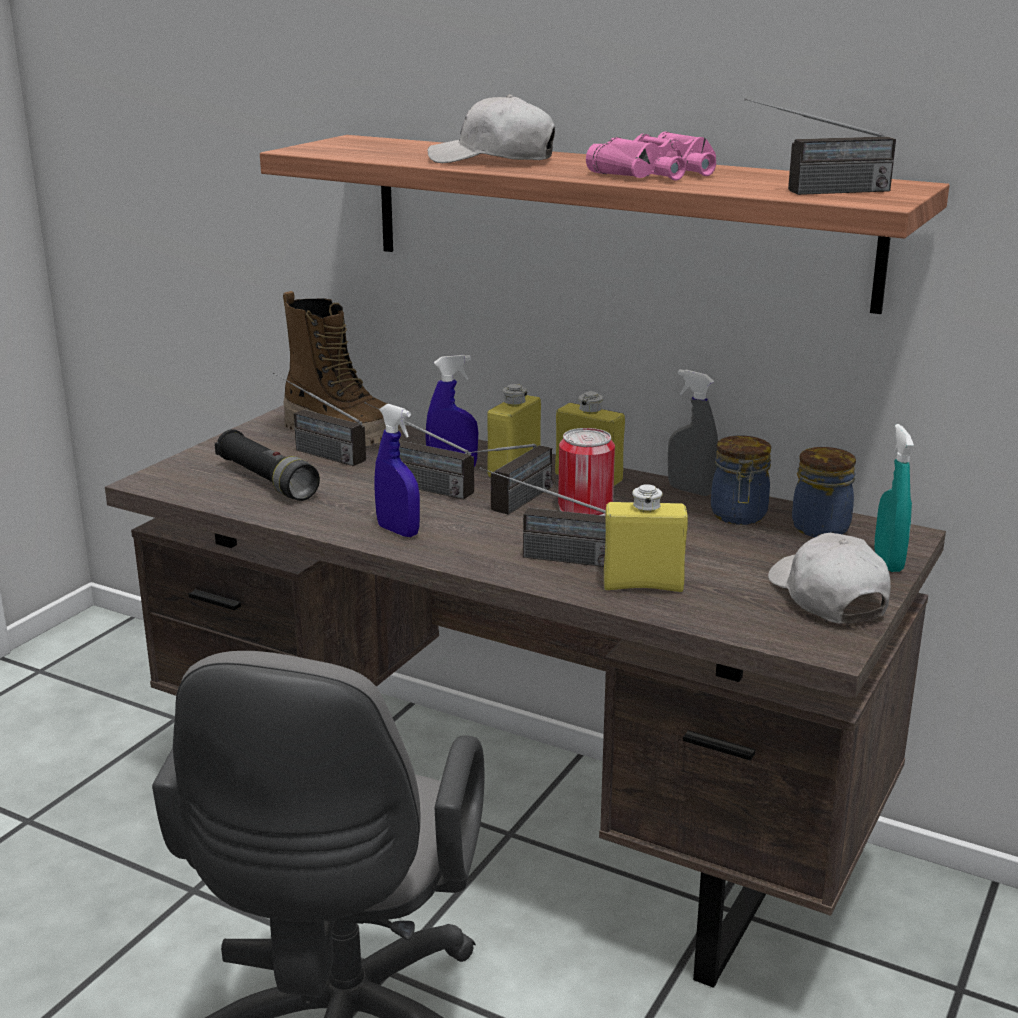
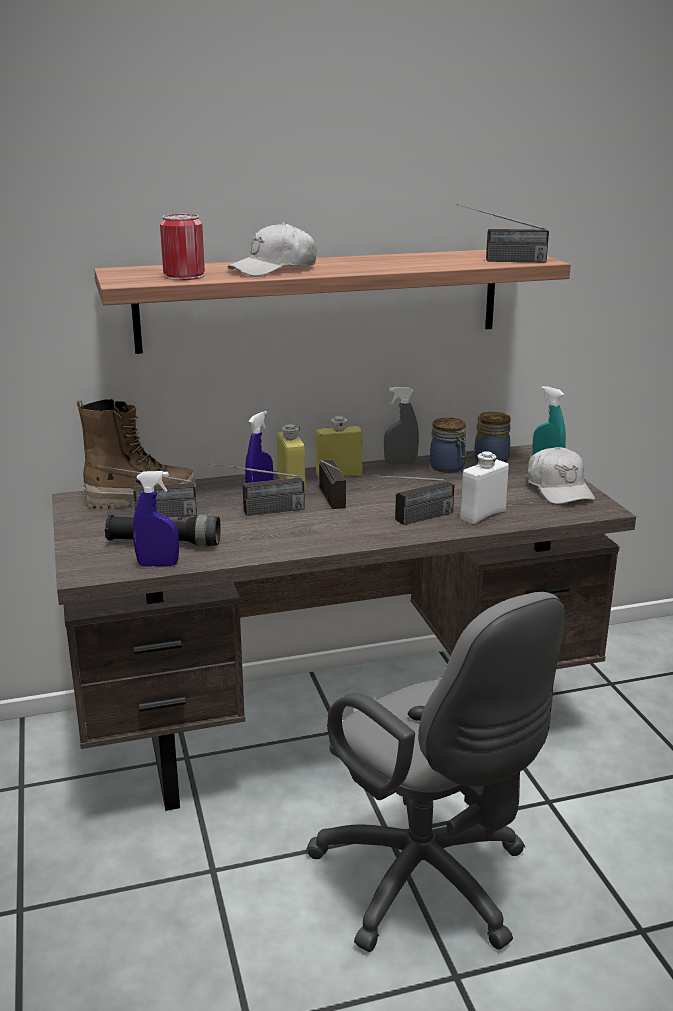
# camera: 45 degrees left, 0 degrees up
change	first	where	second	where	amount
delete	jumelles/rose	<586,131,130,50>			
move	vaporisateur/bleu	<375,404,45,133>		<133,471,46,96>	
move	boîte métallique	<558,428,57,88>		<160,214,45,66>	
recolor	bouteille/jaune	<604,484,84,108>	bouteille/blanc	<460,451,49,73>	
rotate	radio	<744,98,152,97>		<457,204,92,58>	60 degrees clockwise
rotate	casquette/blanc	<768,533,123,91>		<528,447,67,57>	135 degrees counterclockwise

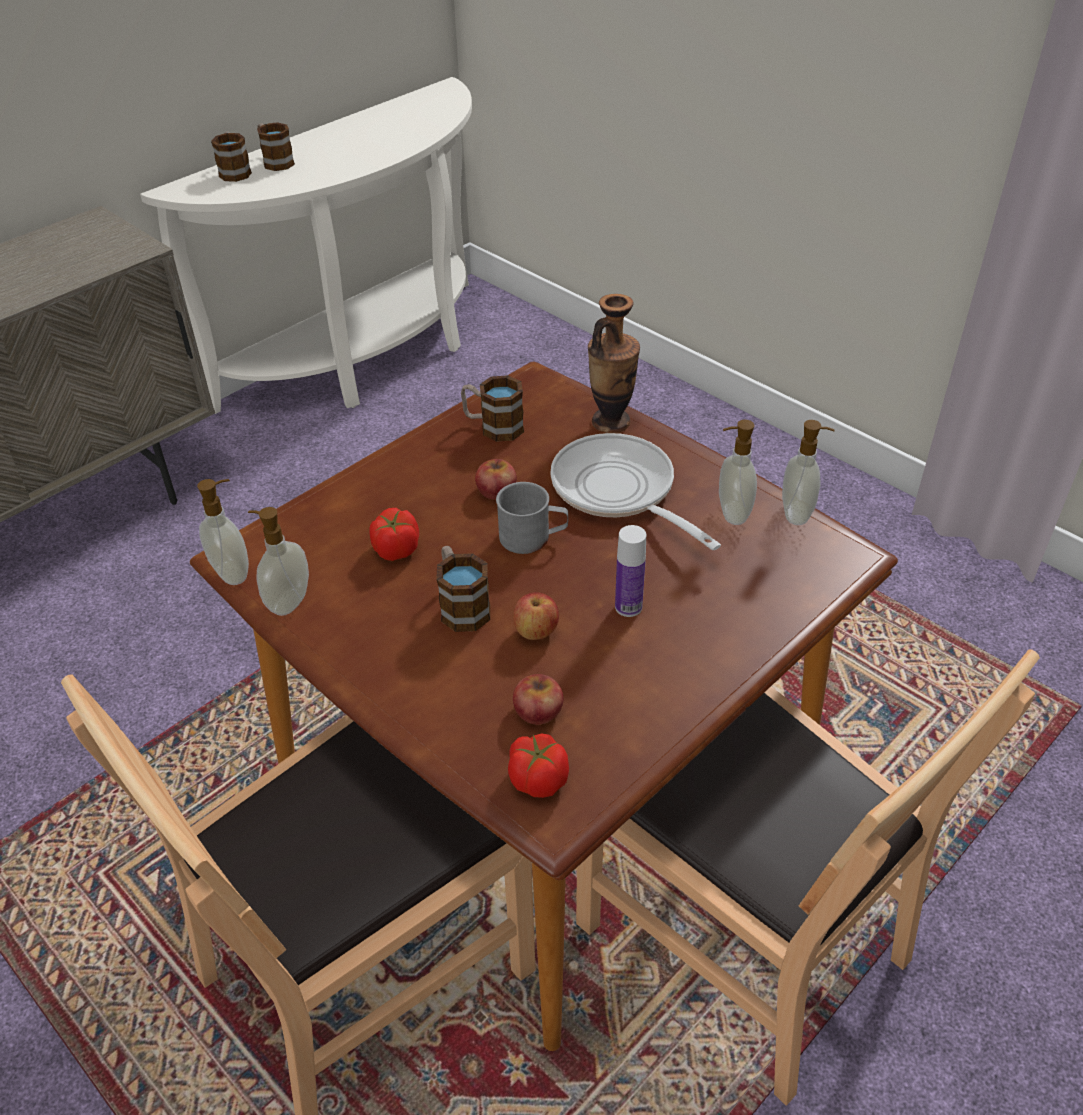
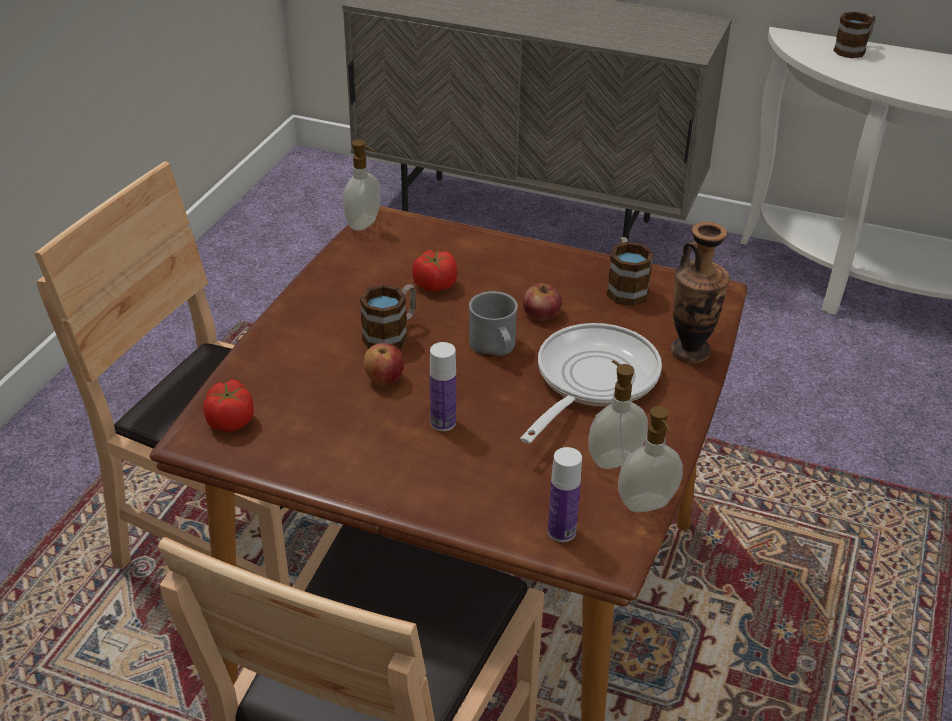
# camera: 65 degrees right, 5 degrees down
change	first	where	second	where	amount
delete	distributeur de savon	<248,507,61,109>			
delete	mug	<257,122,38,49>			
delete	pomme	<513,674,50,51>			
insert			bouteille	<548,447,34,95>	

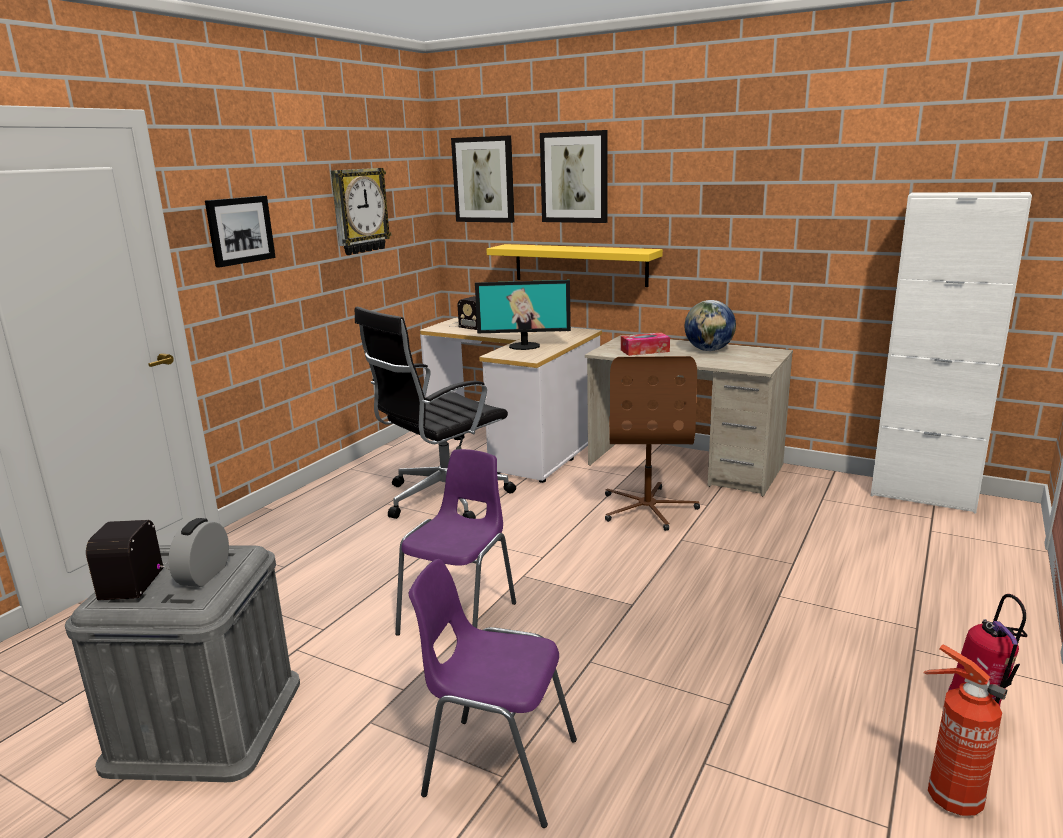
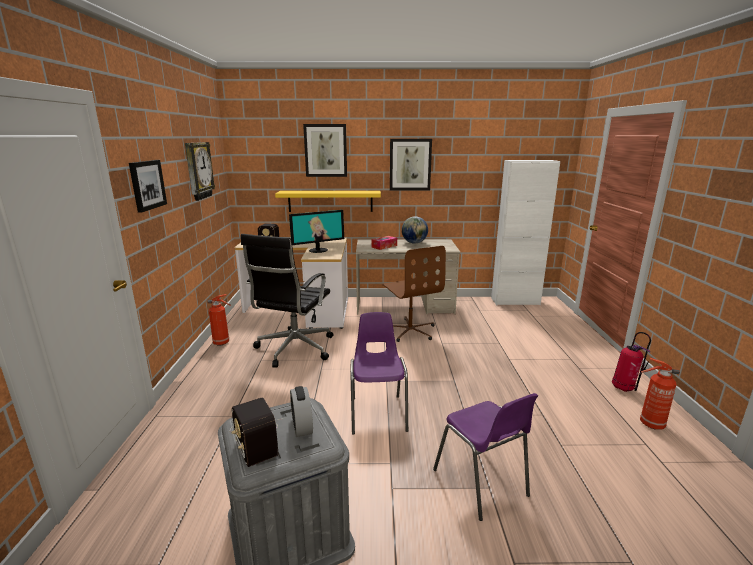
# camera: 30 degrees left, 0 degrees up
change	first	where	second	where	amount
insert			extincteur	<207,294,24,51>	
move	tableau	<451,136,64,87>		<390,139,42,51>	
rotate	chaise/violet	<409,559,168,269>		<433,393,105,128>	105 degrees counterclockwise

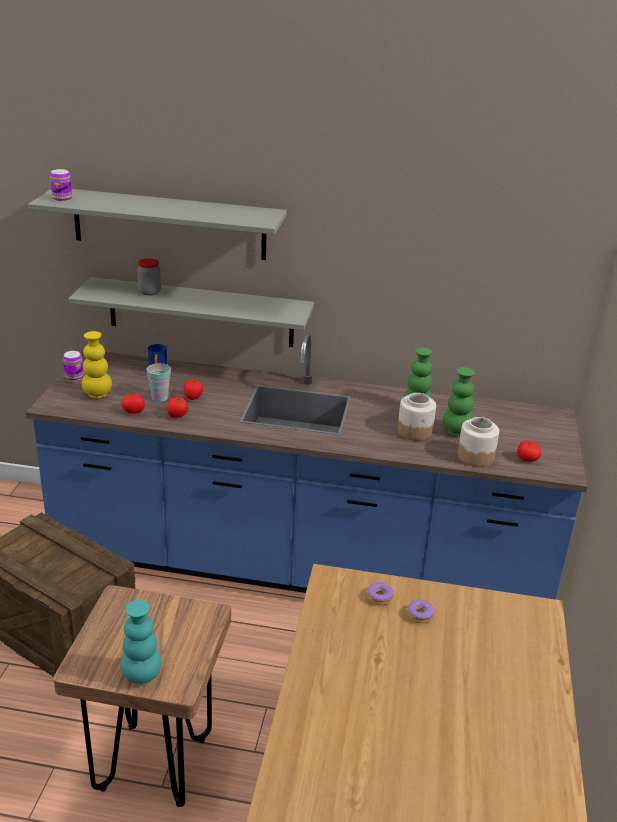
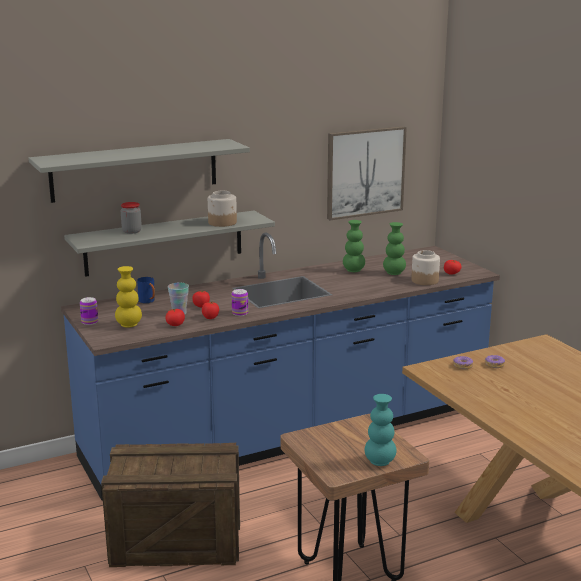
# camera: 35 degrees left, 10 degrees down
change	first	where	second	where	amount
insert			tableau	<327,126,80,95>	
move	boîte métallique	<50,169,22,33>		<232,289,16,27>	
move	bocal	<397,393,39,48>		<208,191,29,36>	

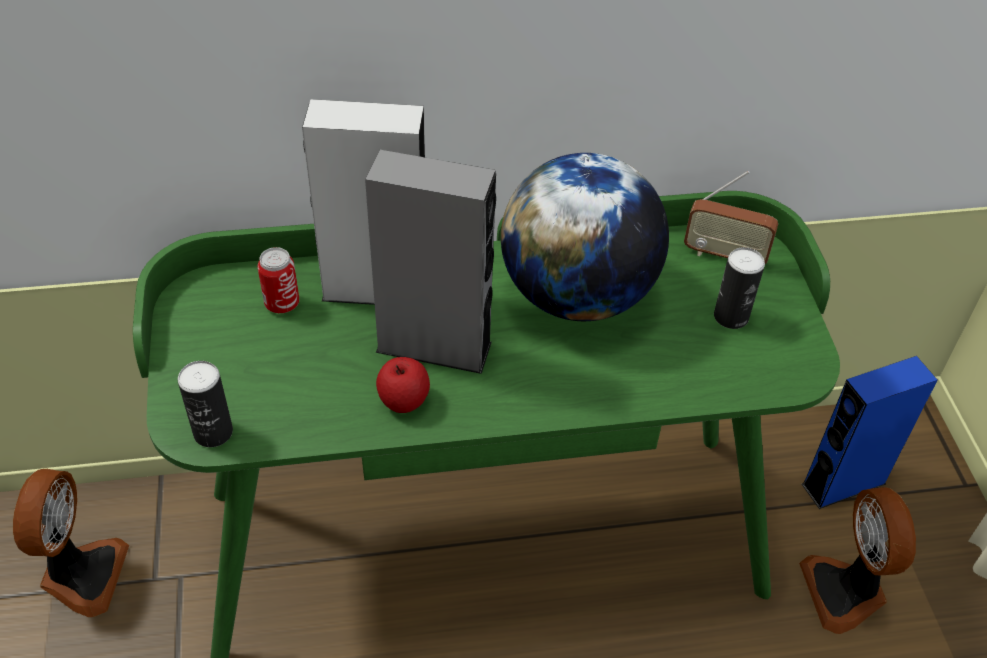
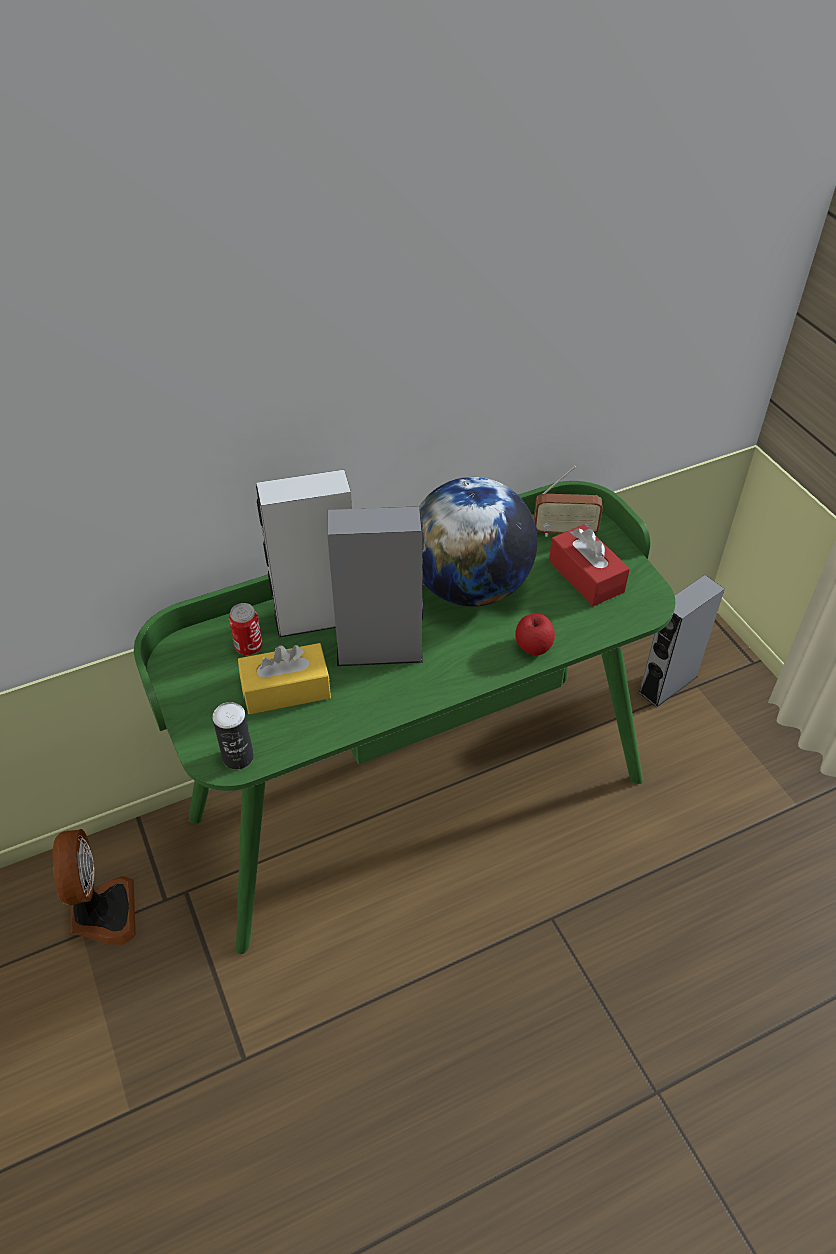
# camera: 15 degrees left, 0 degrees up
change	first	where	second	where	amount
delete	ventilateur	<799,487,117,147>			
insert			boîte à mouchoirs/jaune	<238,643,93,71>	
move	pomme	<376,357,54,56>		<515,614,40,42>	
replace	boîte métallique	<714,247,51,82>	boîte à mouchoirs/rouge	<549,524,81,82>	
recolor	enceinte/bleu	<802,356,135,153>	enceinte/gris	<638,575,87,133>	

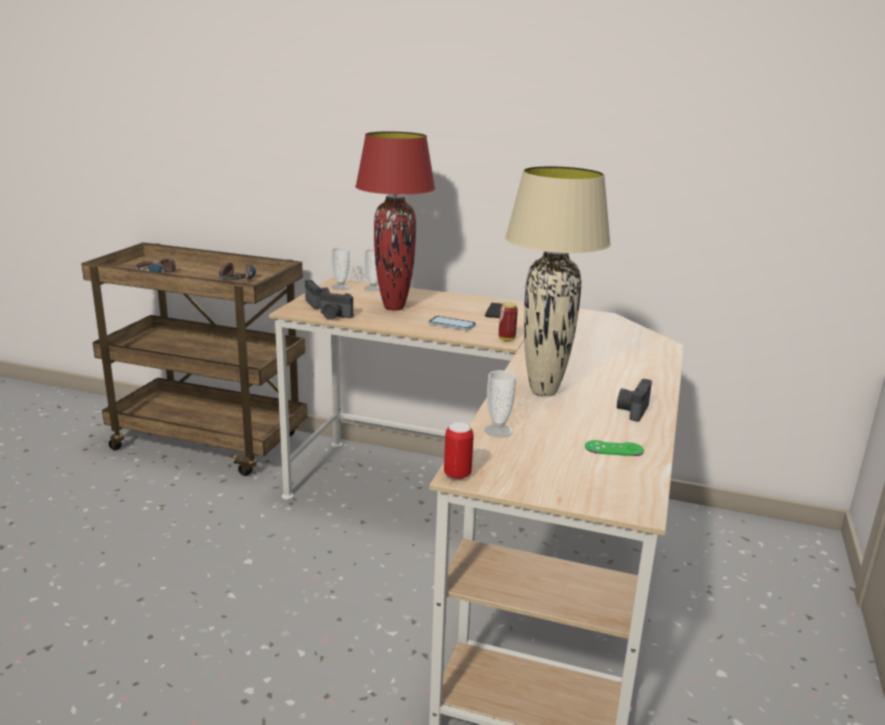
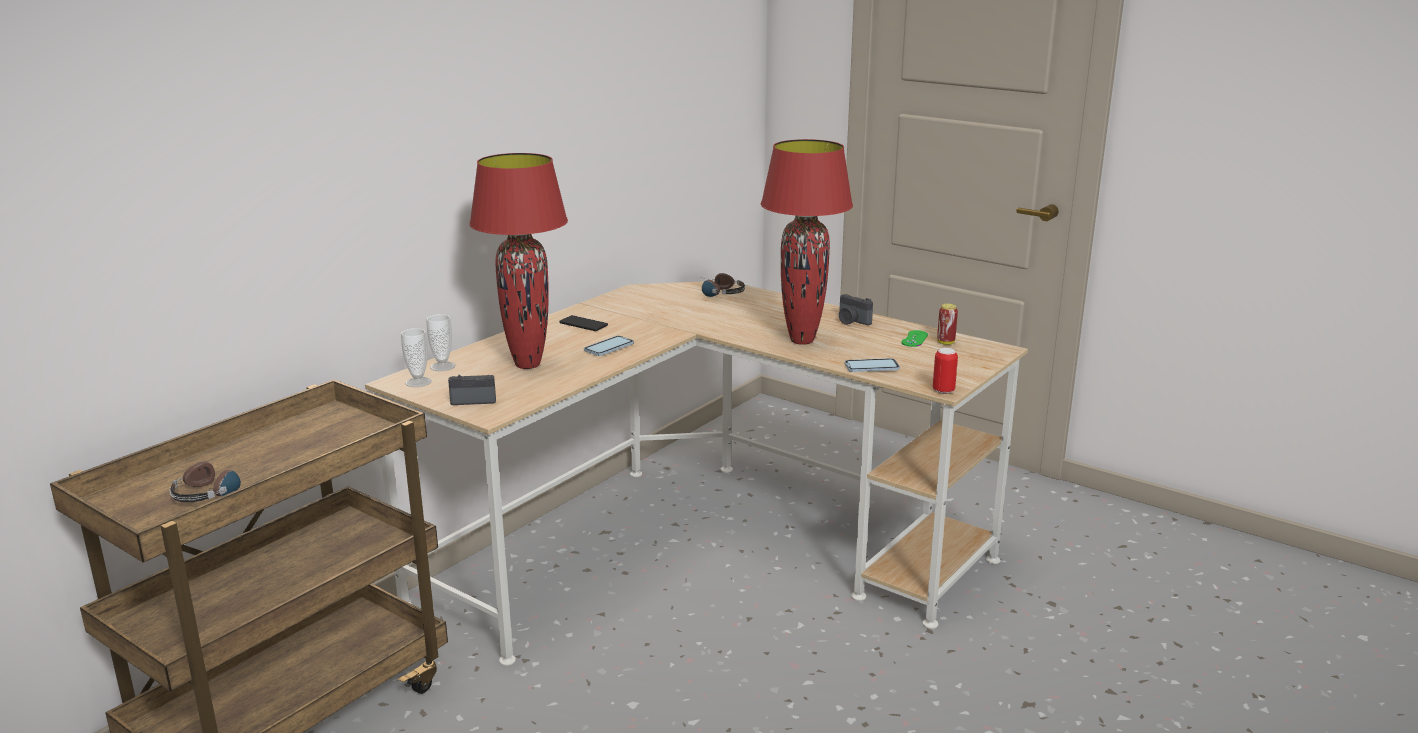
# camera: 70 degrees left, 0 degrees up
change	first	where	second	where	amount
delete	appareil photo	<320,292,33,28>			
move	casque audio	<218,262,38,18>		<698,273,47,24>	
move	boîte métallique	<499,302,19,39>		<937,304,21,41>	
replace	tasse	<484,370,32,68>	téléphone	<845,358,55,14>	
recolor	lampe de table/beige	<505,166,106,231>	lampe de table/rouge	<761,139,92,206>	

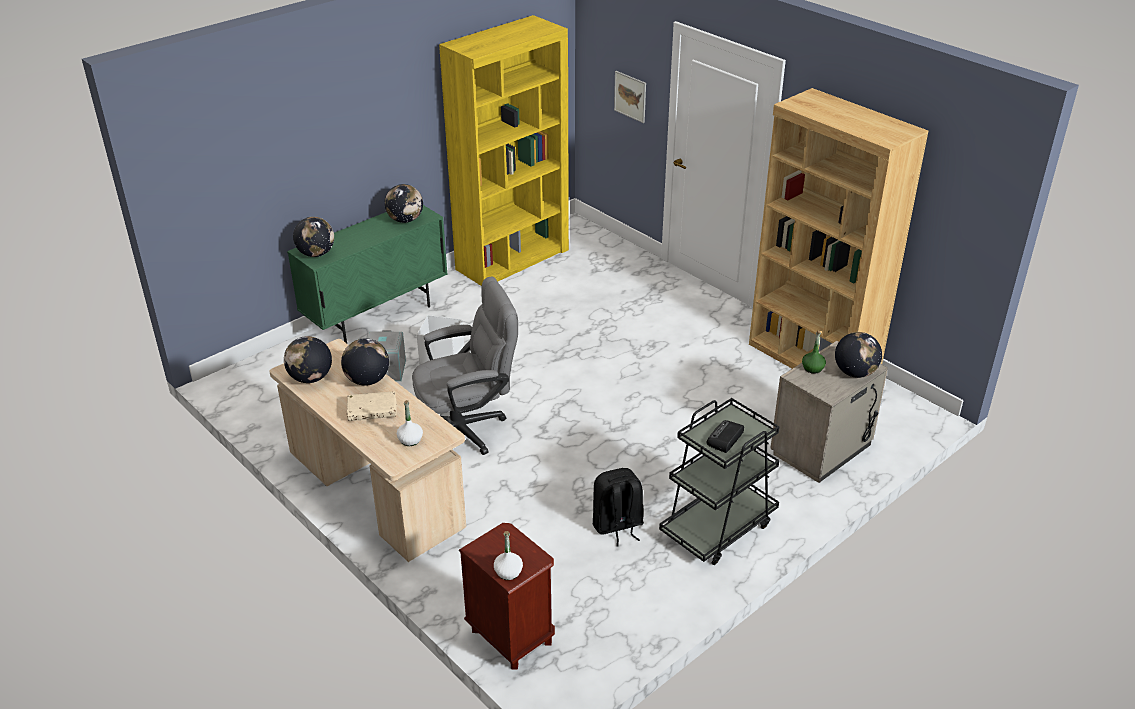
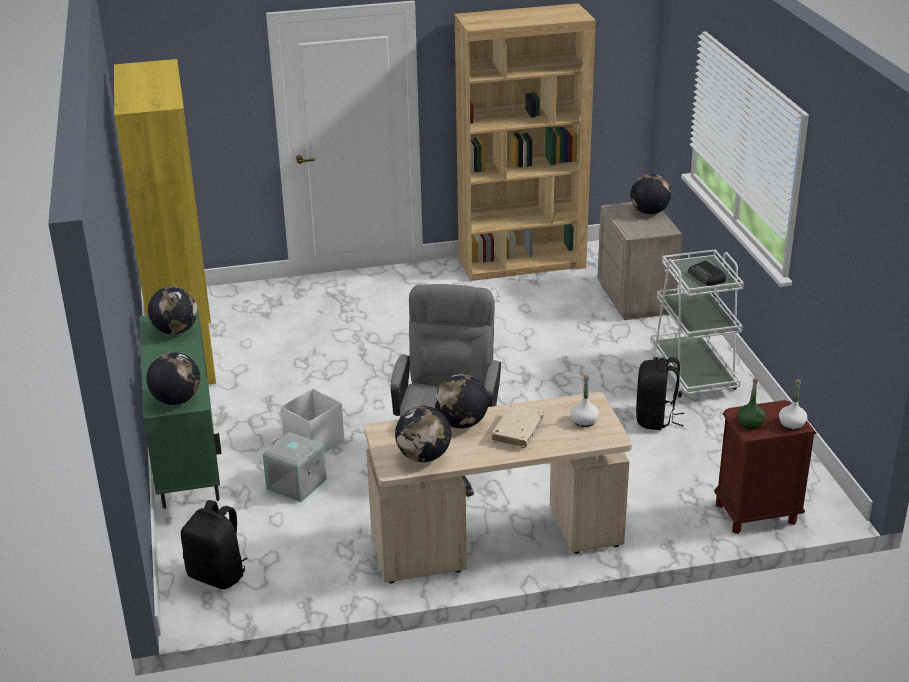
# camera: 60 degrees left, 5 degrees down
change	first	where	second	where	amount
delete	tableau	<614,71,32,52>			
insert			sac à dos/noir	<181,500,67,89>	
move	bouteille/vert	<802,331,24,43>		<737,378,28,51>	
recolor	chariot/noir	<659,398,121,167>	chariot/blanc	<650,250,94,148>	

